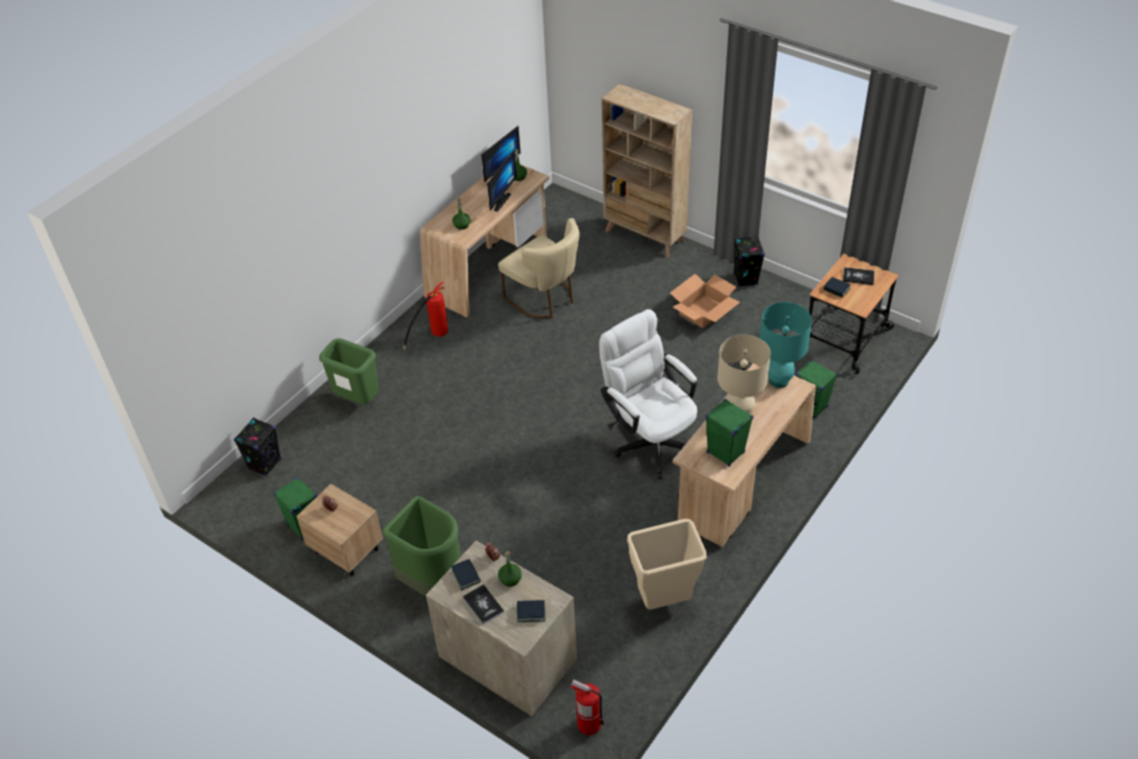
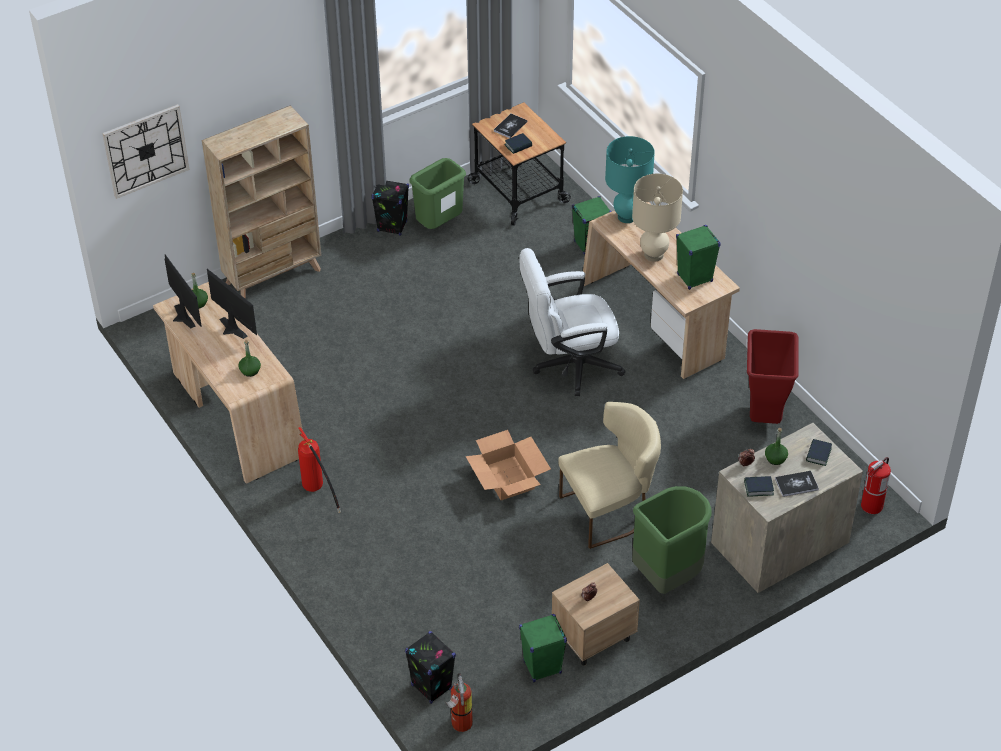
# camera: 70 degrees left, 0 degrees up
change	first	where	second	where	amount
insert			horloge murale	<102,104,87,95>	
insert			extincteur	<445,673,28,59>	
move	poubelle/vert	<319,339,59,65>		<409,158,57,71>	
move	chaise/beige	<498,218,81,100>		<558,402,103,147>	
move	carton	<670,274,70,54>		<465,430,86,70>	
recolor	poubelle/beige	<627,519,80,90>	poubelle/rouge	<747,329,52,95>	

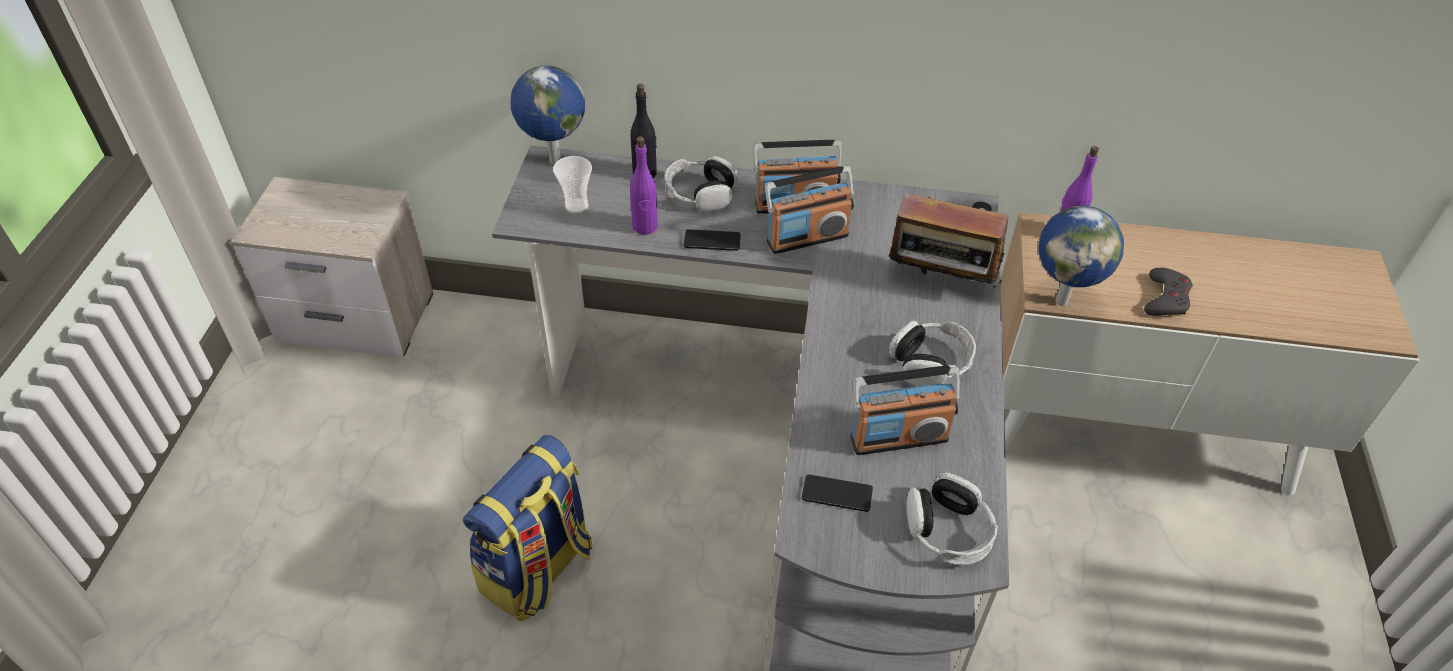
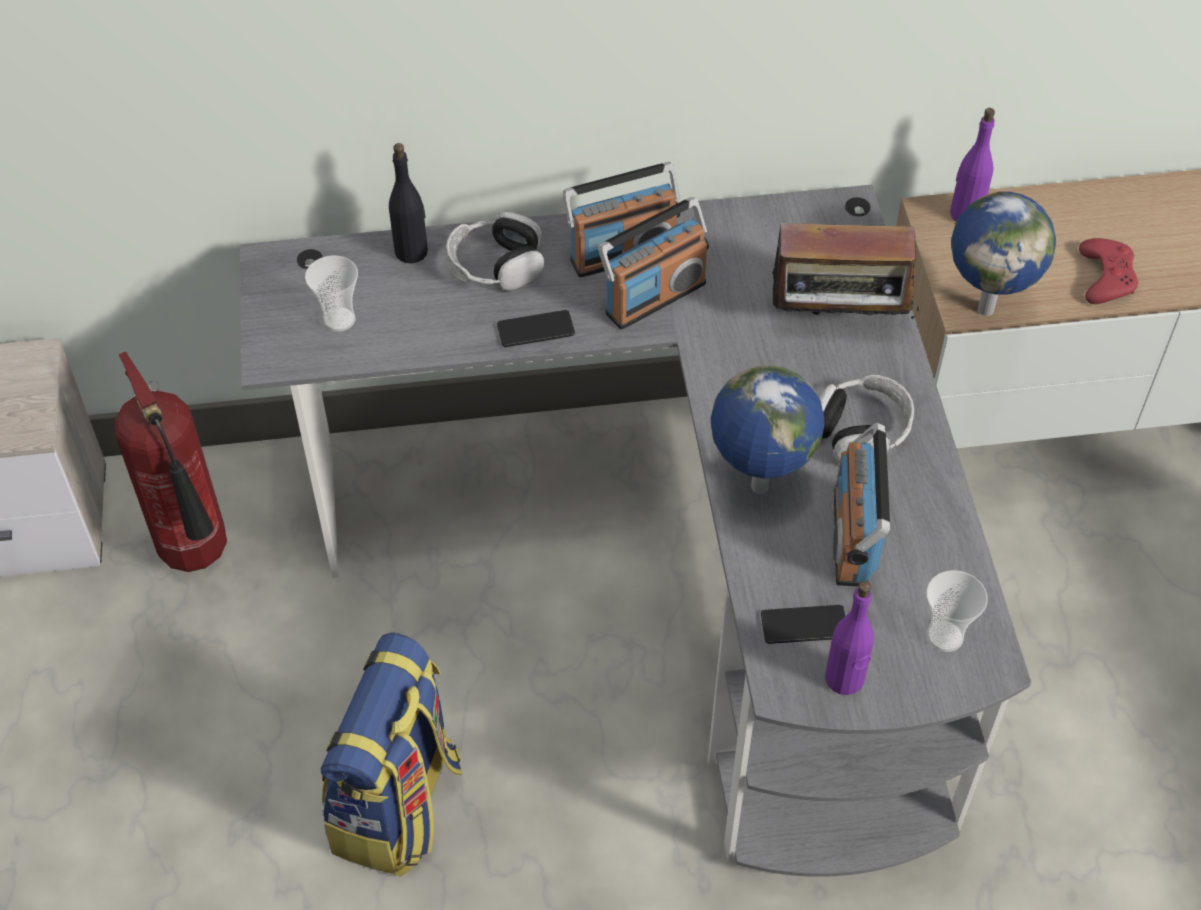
# camera: 15 degrees left, 5 degrees up
change	first	where	second	where	amount
insert			extincteur	<114,351,113,221>	
move	globe	<511,65,74,99>		<711,365,114,129>	
move	bouteille/violet	<630,136,28,99>		<825,581,49,114>	
replace	casque audio	<907,473,91,92>	tasse	<927,570,61,82>	
recolor	manette/gris	<1144,268,48,48>	manette/rouge	<1079,238,59,66>	
rotate	radio	<850,365,110,90>		<833,423,57,163>	120 degrees clockwise

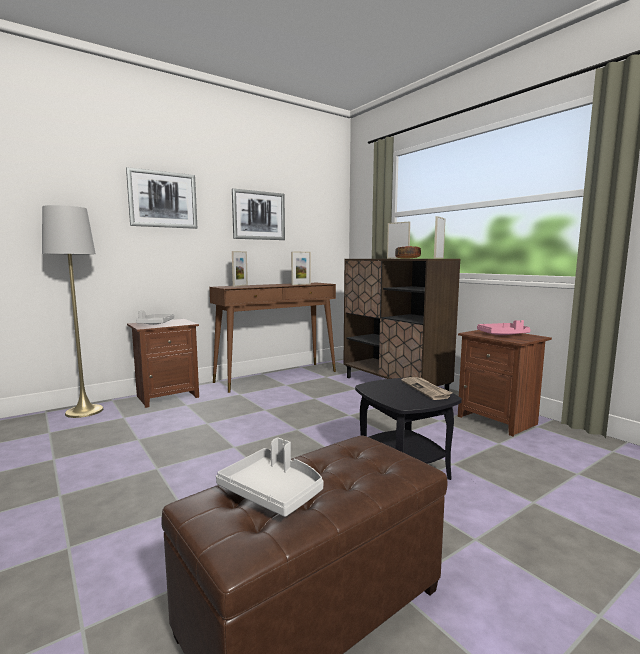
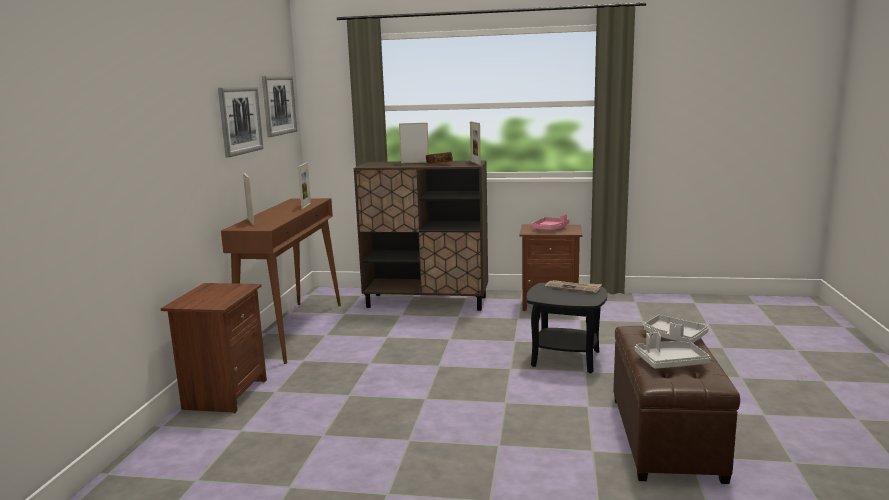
# camera: 45 degrees left, 5 degrees up
change	first	where	second	where	amount
delete	lampadaire/gris	<42,205,61,213>			
move	tableau	<126,167,71,62>		<262,76,35,61>	
move	plateau/gris	<136,310,38,15>		<644,315,65,28>	

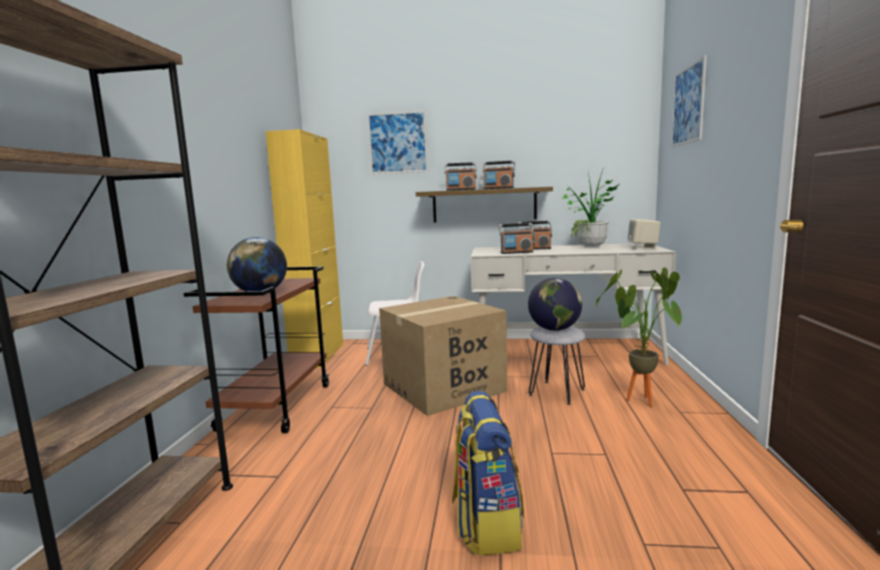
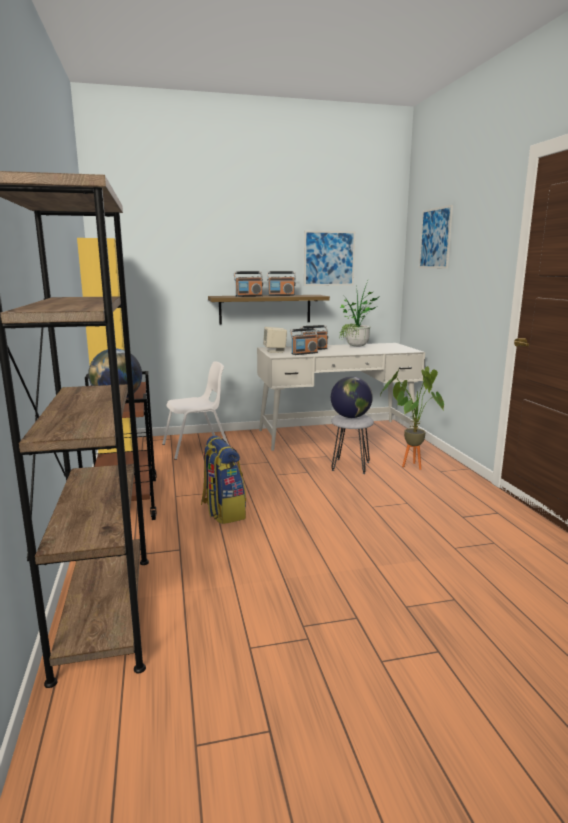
# camera: 20 degrees left, 5 degrees up
change	first	where	second	where	amount
delete	carton	<379,296,128,120>			
move	tableau	<367,110,61,64>		<304,231,51,55>	
move	sac à dos	<452,391,72,165>		<201,436,45,88>	
move	enceinte/beige	<628,219,33,30>		<263,327,24,26>	

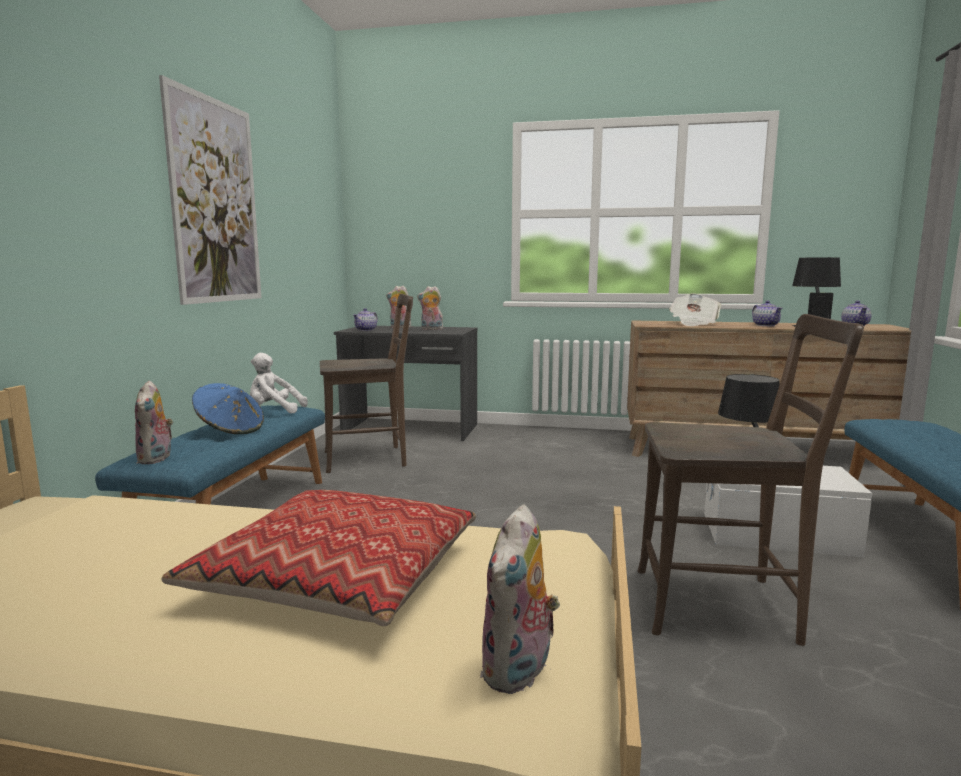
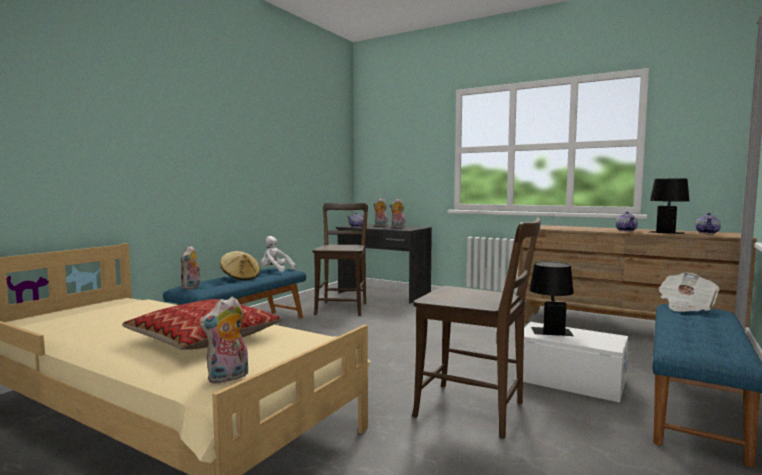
# camera: 20 degrees right, 5 degrees down
change	first	where	second	where	amount
delete	tableau	<159,75,102,230>			
move	journal	<669,293,52,33>		<658,273,62,39>	
recolor	chapeau/bleu	<192,383,72,51>	chapeau/beige	<220,251,40,29>	
rotate	chaise/marron	<320,294,93,179>		<312,203,56,113>	90 degrees counterclockwise

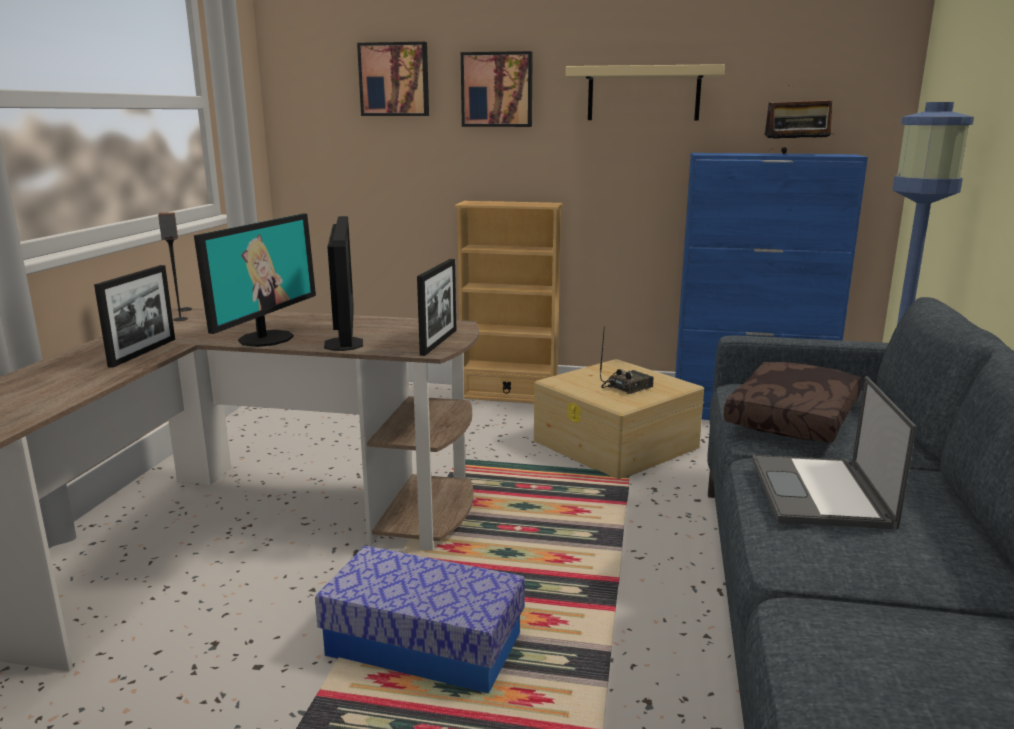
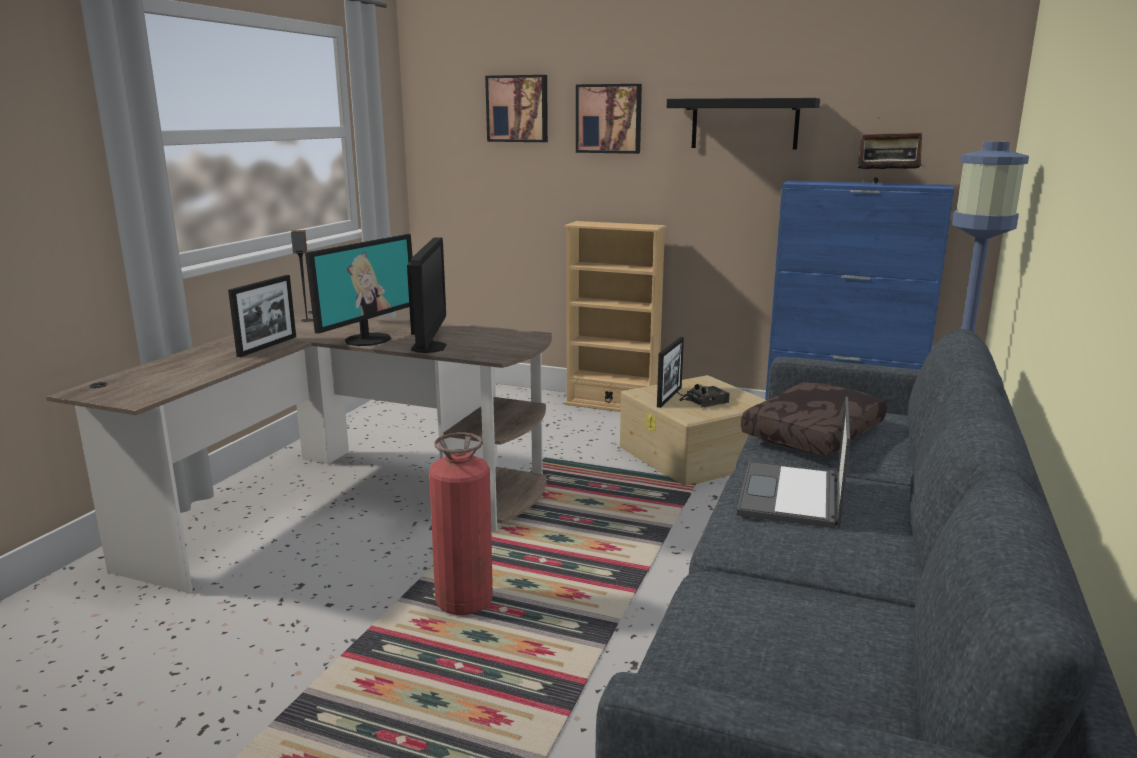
# camera: 10 degrees right, 0 degrees up
change	first	where	second	where	amount
move	cadre photo	<417,259,39,97>		<657,337,27,71>	
replace	boîte de rangement	<315,546,210,148>	extincteur	<429,433,64,182>	
recolor	étagère/beige	<566,64,159,56>	étagère/noir	<667,98,153,52>	

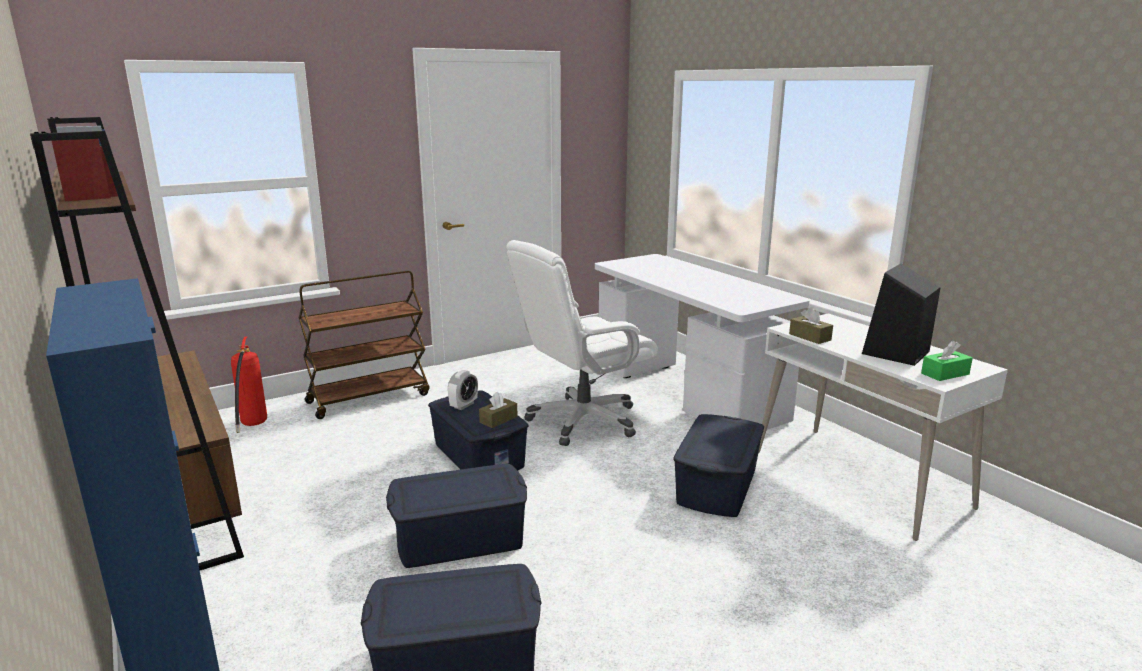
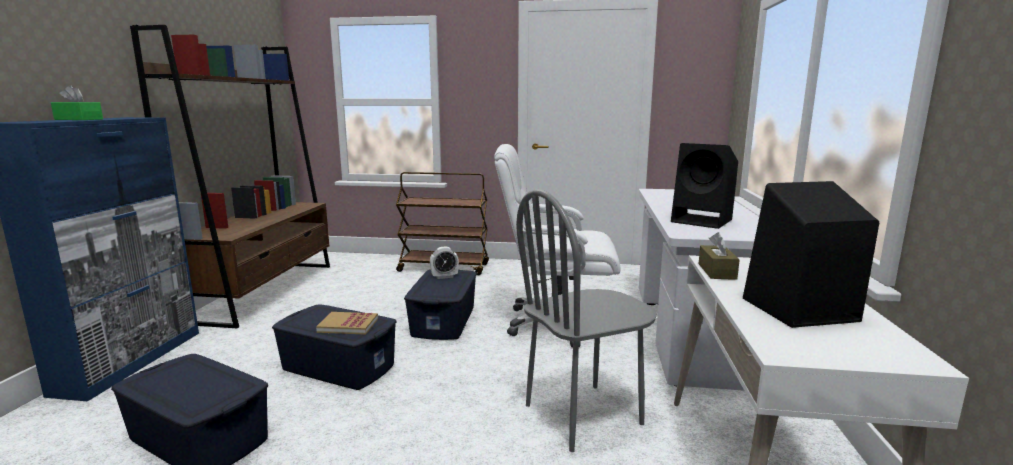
# camera: 40 degrees right, 5 degrees down
change	first	where	second	where	amount
delete	extincteur	<231,337,36,96>			
delete	boîte à mouchoirs/marron	<479,392,39,36>			
insert			livre	<316,312,62,23>	
insert			enceinte/noir	<671,143,67,86>	
move	boîte à mouchoirs/vert	<921,341,52,40>		<51,85,52,35>	
replace	boîte de rangement/bleu	<673,414,91,103>	chaise/gris	<516,189,141,263>	

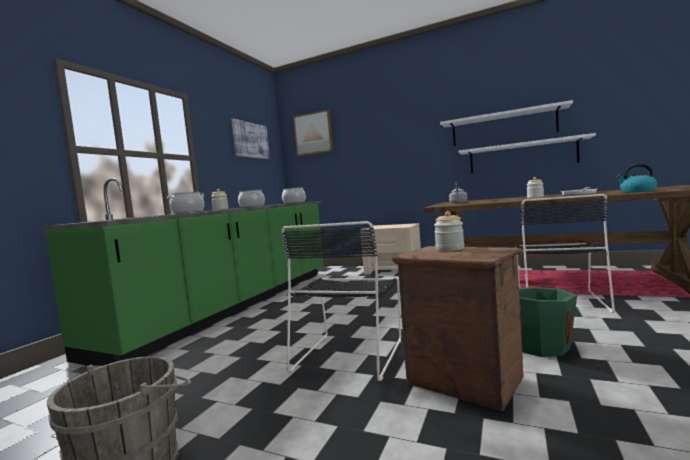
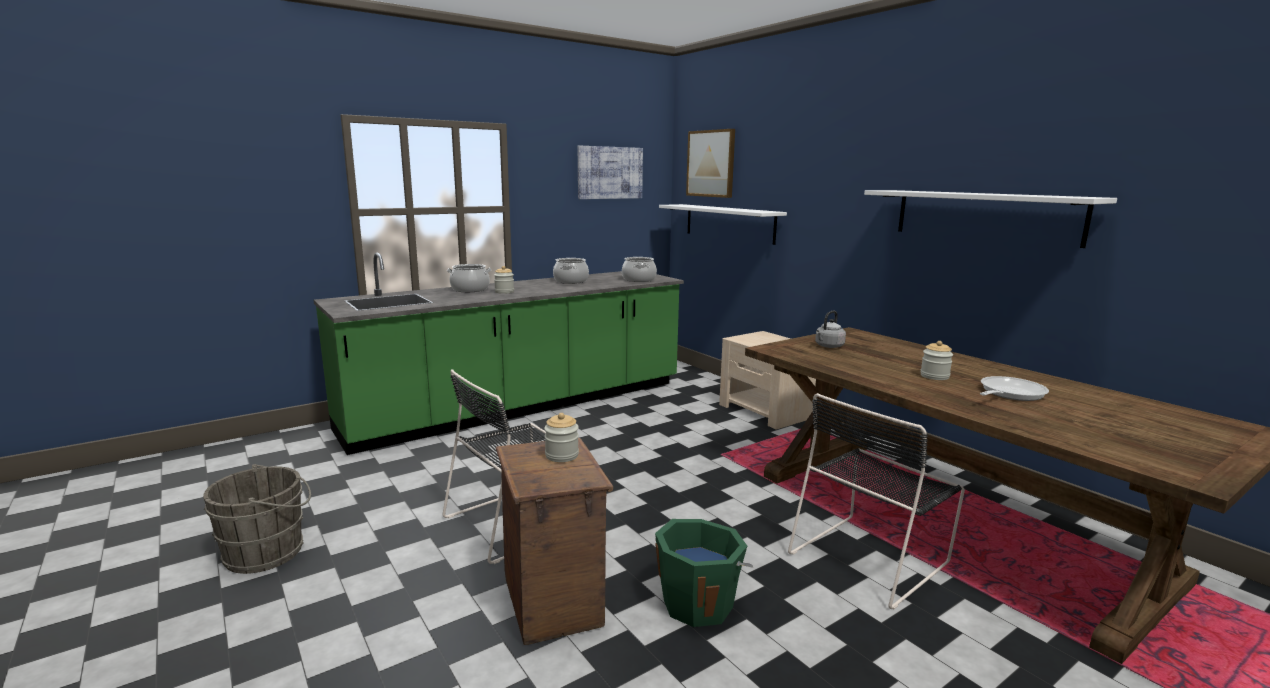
# camera: 30 degrees right, 10 degrees up
change	first	where	second	where	amount
delete	bouilloire	<615,164,42,29>			
move	étagère/blanc	<459,133,137,41>		<659,204,128,41>	

